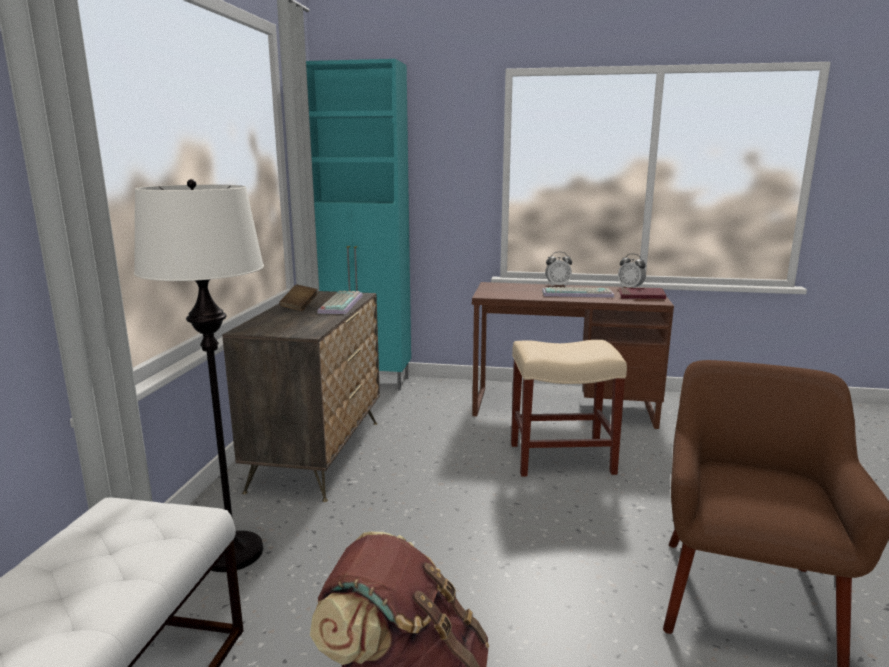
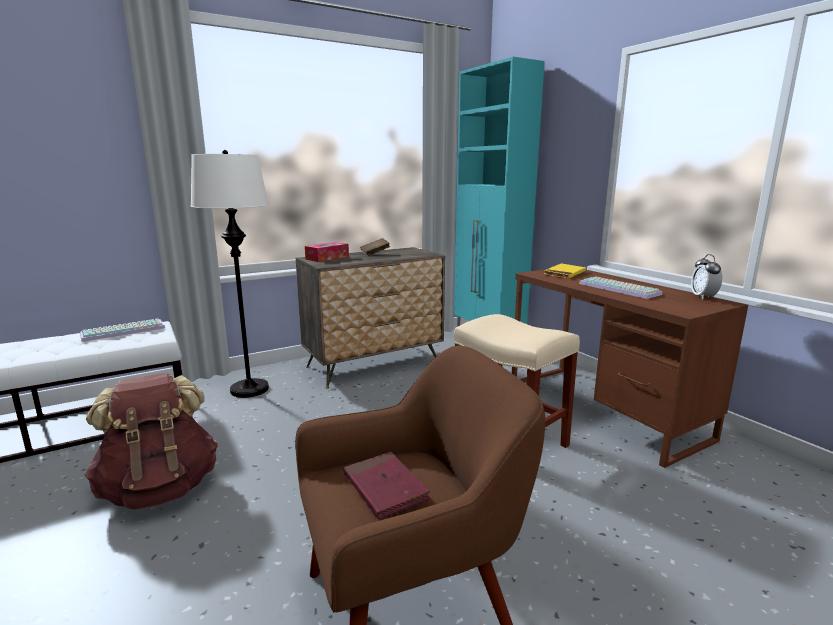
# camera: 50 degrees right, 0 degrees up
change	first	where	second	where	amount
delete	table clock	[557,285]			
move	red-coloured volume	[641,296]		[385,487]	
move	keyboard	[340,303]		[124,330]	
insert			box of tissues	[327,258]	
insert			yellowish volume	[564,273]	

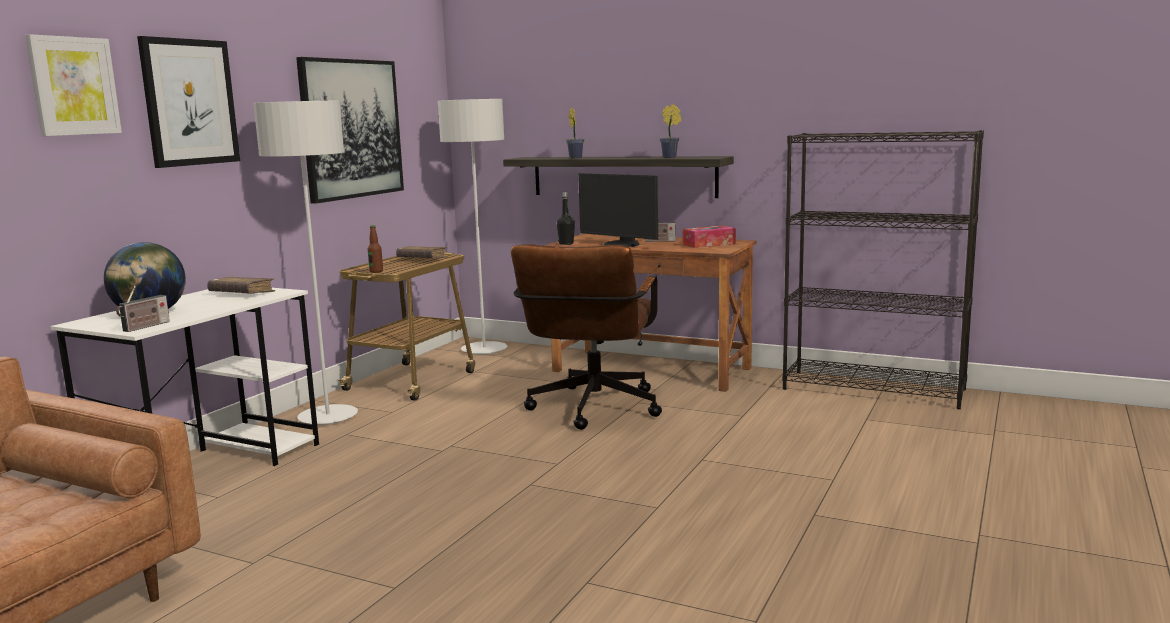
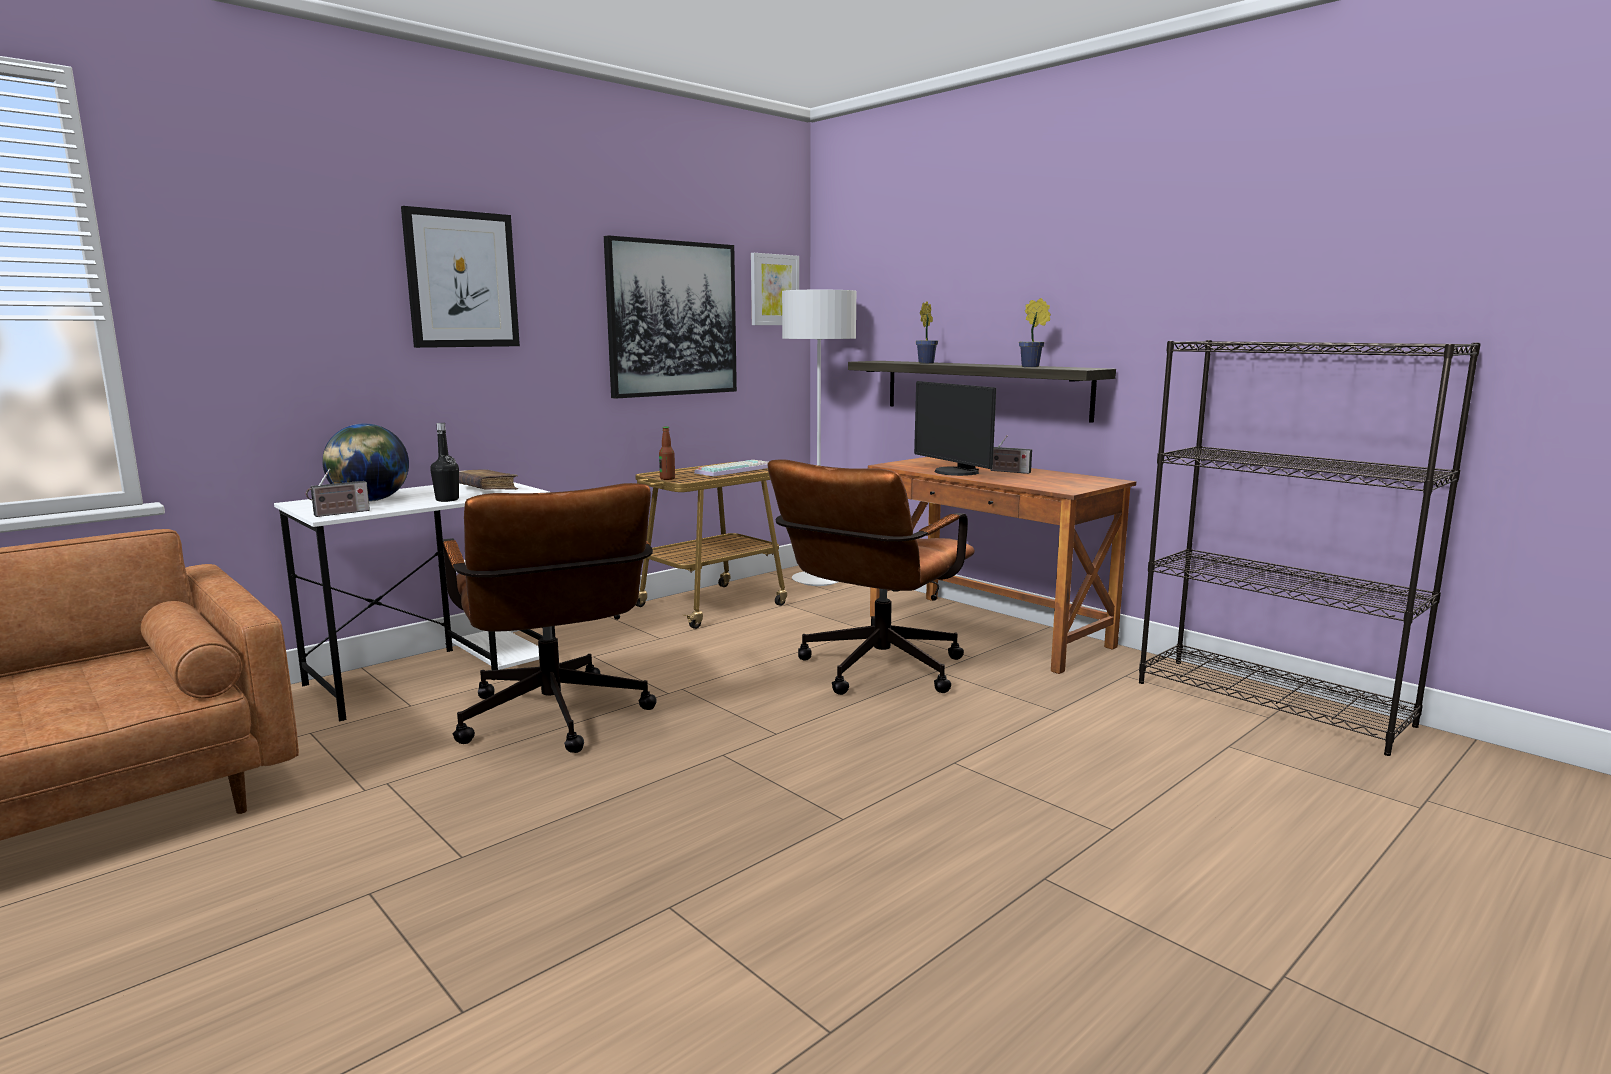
# camera: 20 degrees right, 0 degrees up
change	first	where	second	where	amount
move	wall art	[73,86]		[774,290]	
delete	greyish standing lamp	[328,417]			
move	black-coloured bottle	[566,243]		[447,500]	
delete	box of tissues	[709,244]			
replace	brown-coloured volume	[422,259]	keyboard	[734,470]	
insert			brown-coloured desk chair	[556,723]	

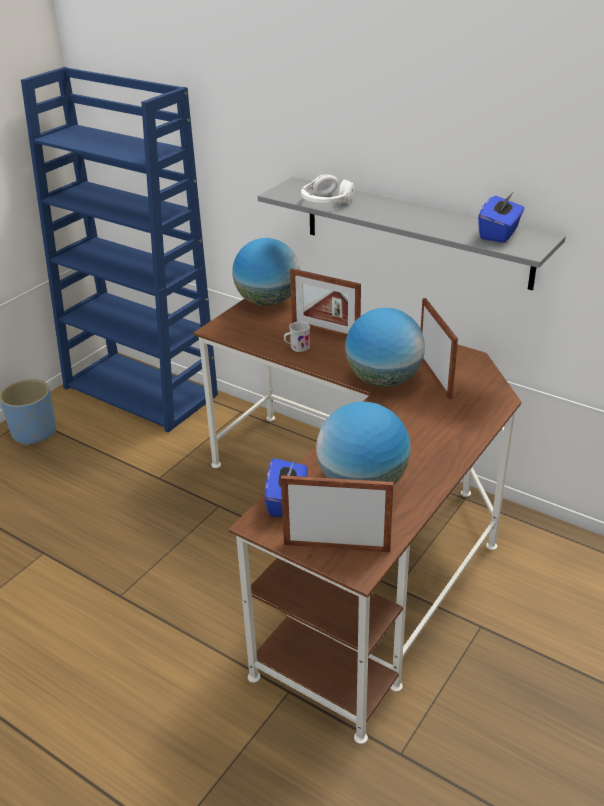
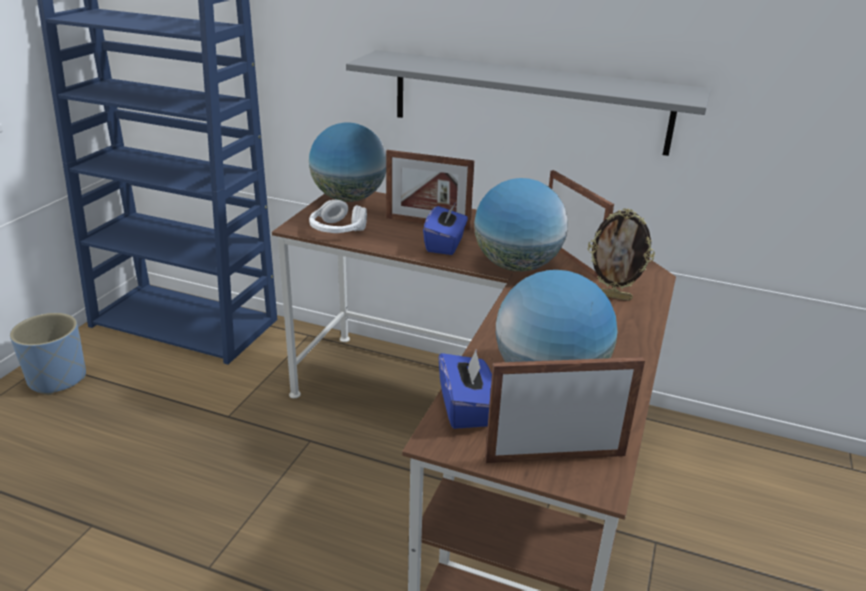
# camera: 15 degrees left, 5 degrees down
change	first	where	second	where	amount
move	white-coloured headphones	[326,202]		[337,230]	
move	blue box of tissues	[499,233]		[445,245]	
delete	white-coloured mug	[296,348]			
insert			photo frame	[612,296]	

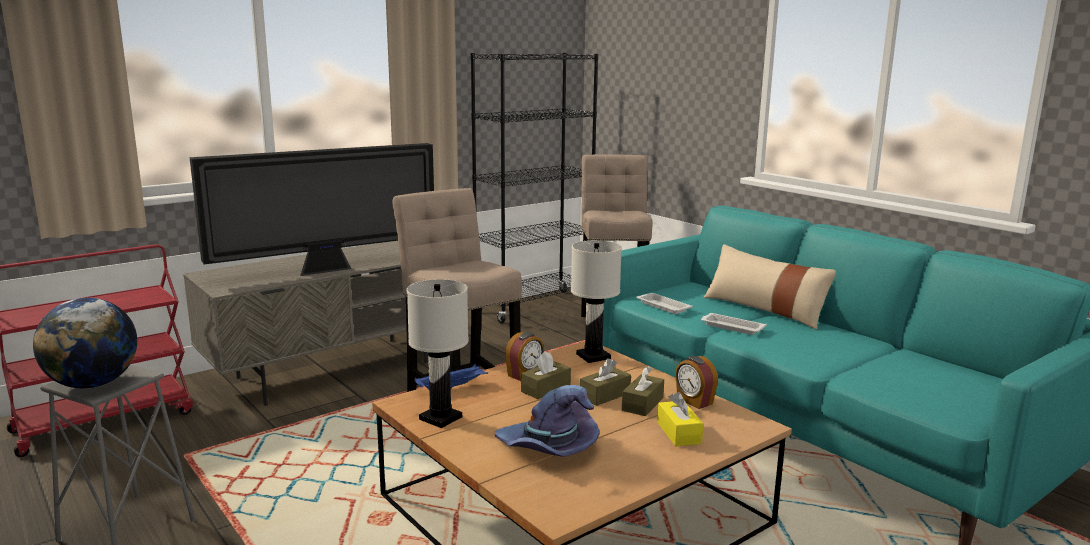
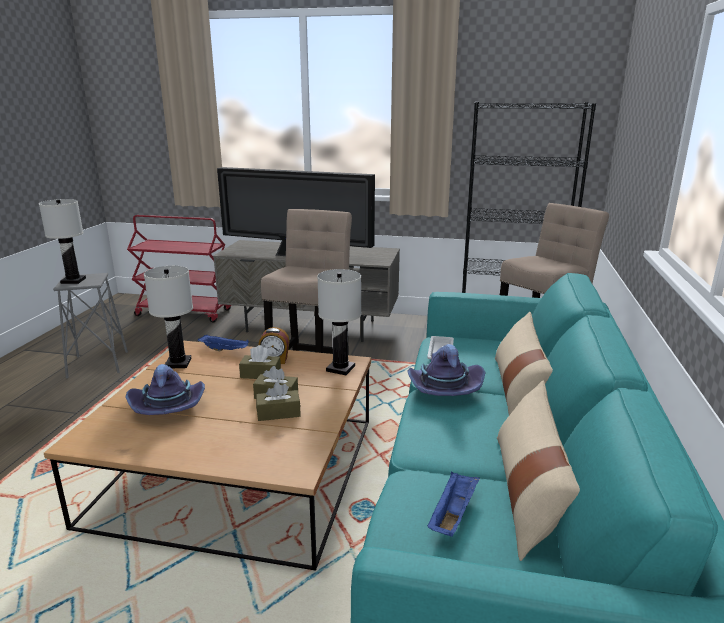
# camera: 50 degrees right, 5 degrees up
change	first	where	second	where	amount
replace	globe	[93,384]	white-coloured lamp for a table	[73,281]	
replace	white-coloured serving tray	[731,327]	purple wearable hat	[442,389]	
delete	table clock	[694,401]			
delete	yellowish box of tissues	[679,433]			
insert			sand-coloured cushion	[528,492]	
insert			blue serving tray	[453,514]	

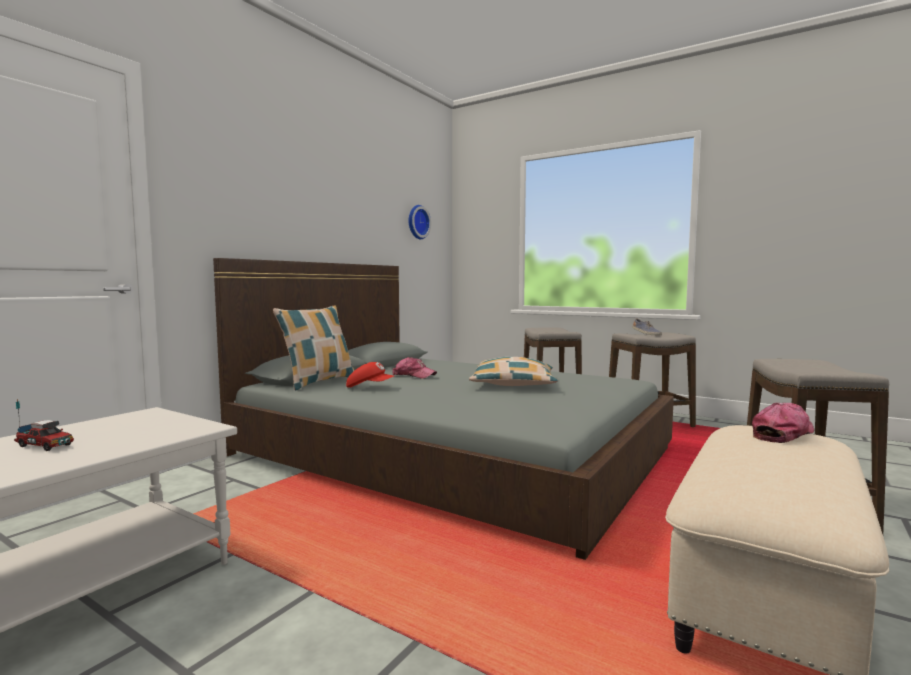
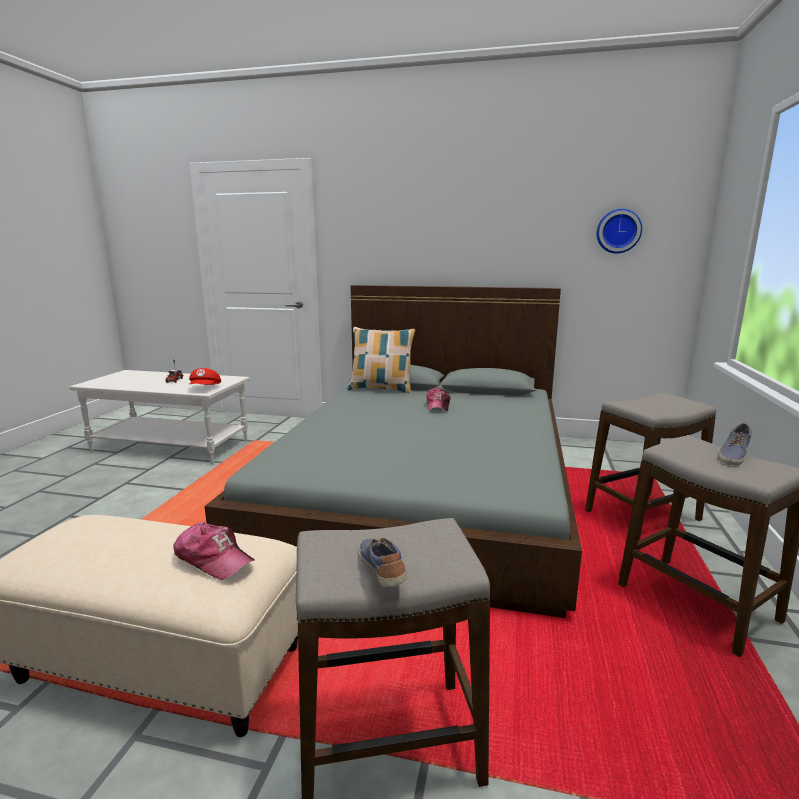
# camera: 70 degrees right, 10 degrees up
change	first	where	second	where	amount
delete	cushion	[513,384]			
move	red-coloured baseball cap	[370,387]		[205,388]	
insert			low shoe	[382,571]	

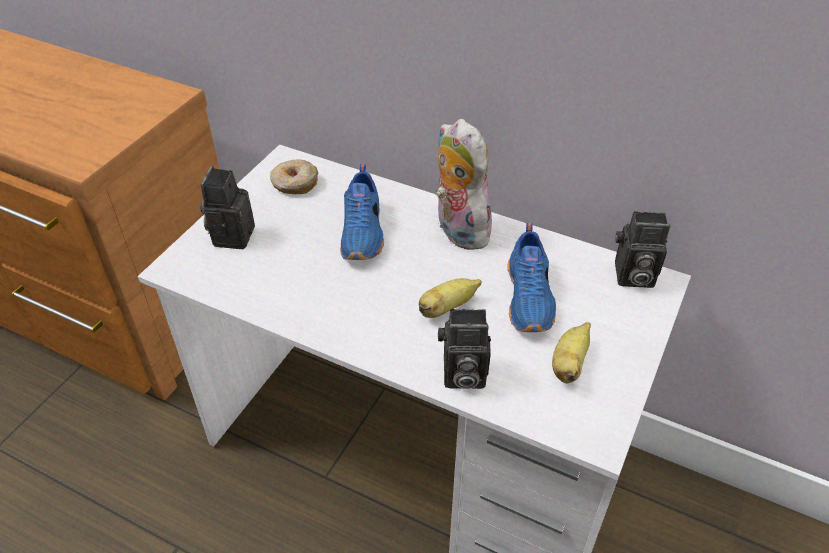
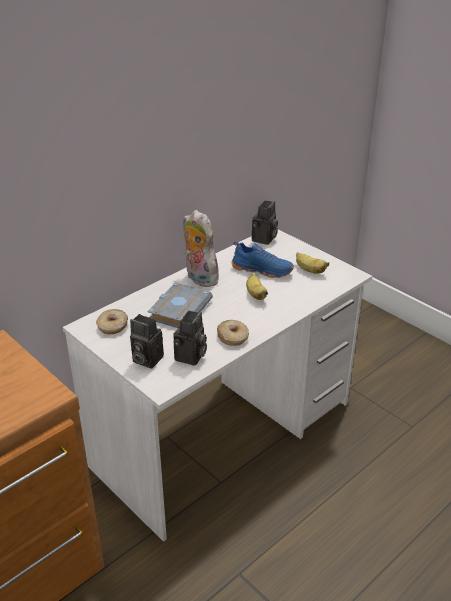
# camera: 70 degrees left, 10 degrees down
change	first	where	second	where	amount
rotate	cuddly toy	[458,230]		[199,278]	60 degrees clockwise
replace	blue low shoe	[364,232]	greyish volume	[179,309]	
move	photo camera	[461,375]		[190,357]	
insert			doughnut	[233,337]	

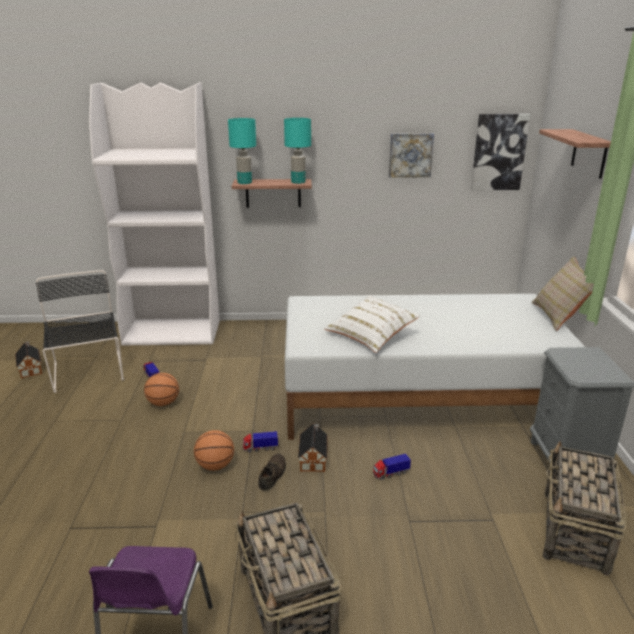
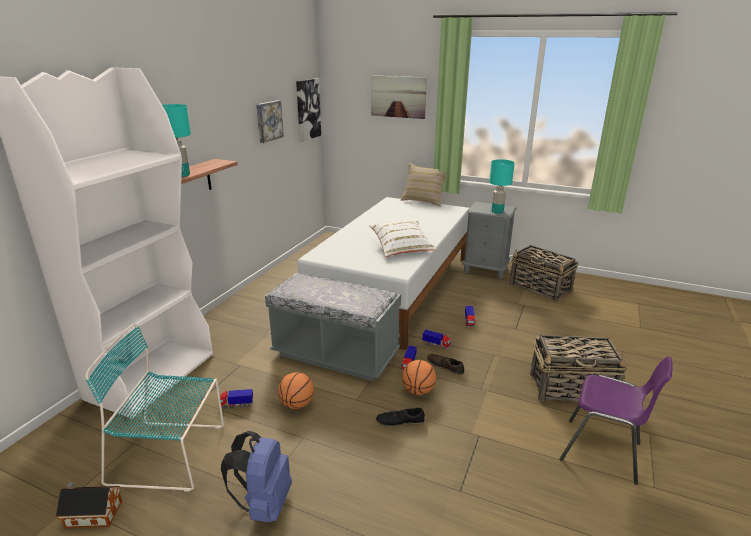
# camera: 65 degrees left, 0 degrees up
change	first	where	second	where	amount
move	turquoise lamp for a table	[297,182]		[497,212]	
replace	shelf	[589,153]	wall art	[398,97]	
recolor	black-coloured chair	[88,373]	turquoise chair	[171,454]	
replace	miniature house	[313,458]	toy lorry	[436,345]	
insert			greyish bench	[335,355]	
insert			black-coloured low shoe	[400,421]	
insert			blue rucksack	[264,504]	

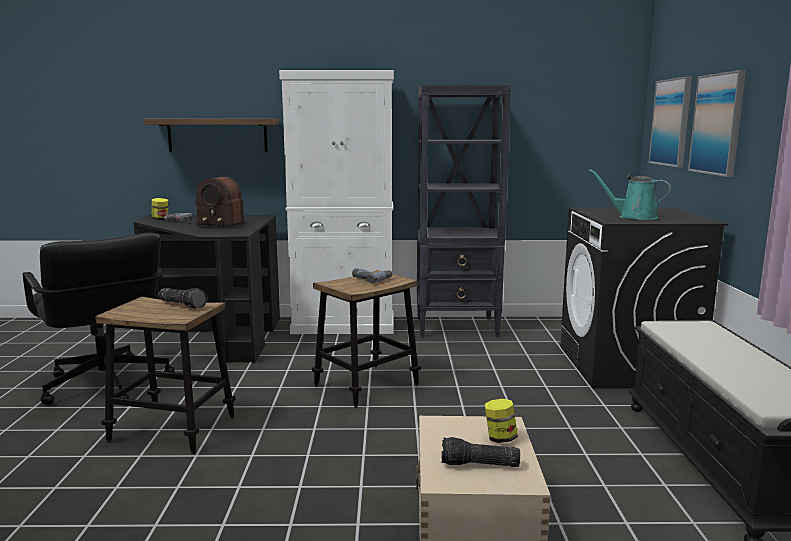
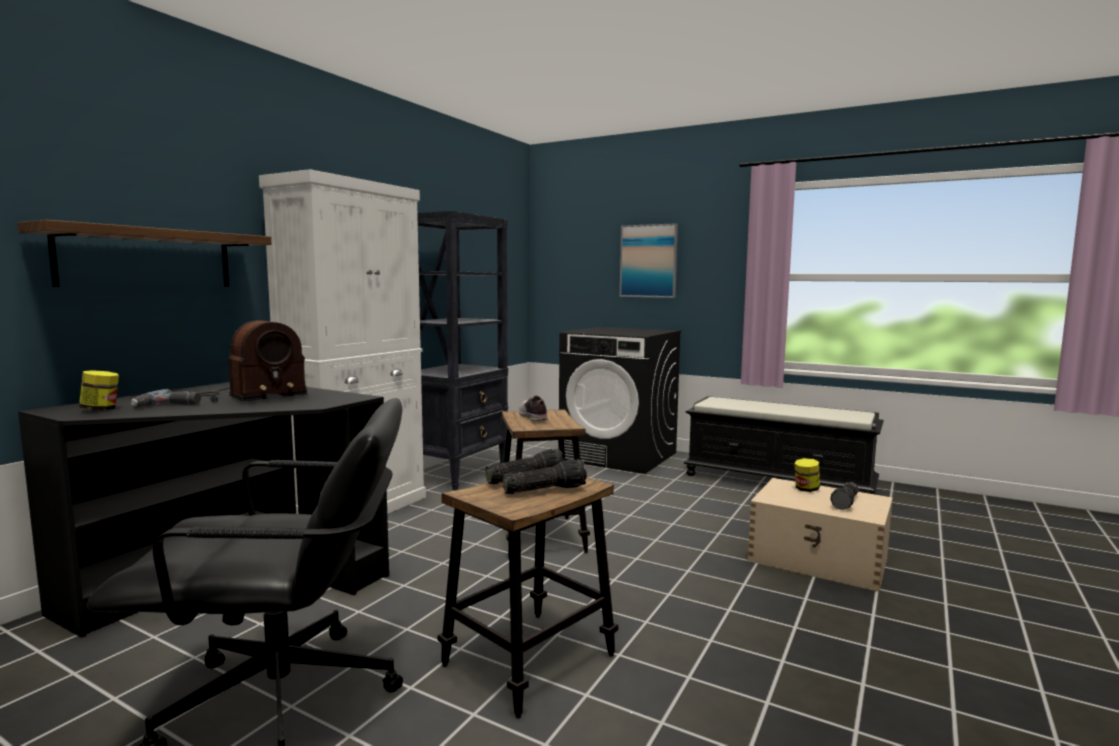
# camera: 60 degrees left, 5 degrees down
change	first	where	second	where	amount
delete	wall art	[671,122]			
delete	turquoise sprinkling can	[633,217]			
replace	power drill	[371,278]	low shoe	[532,416]	
insert			torch	[544,489]	

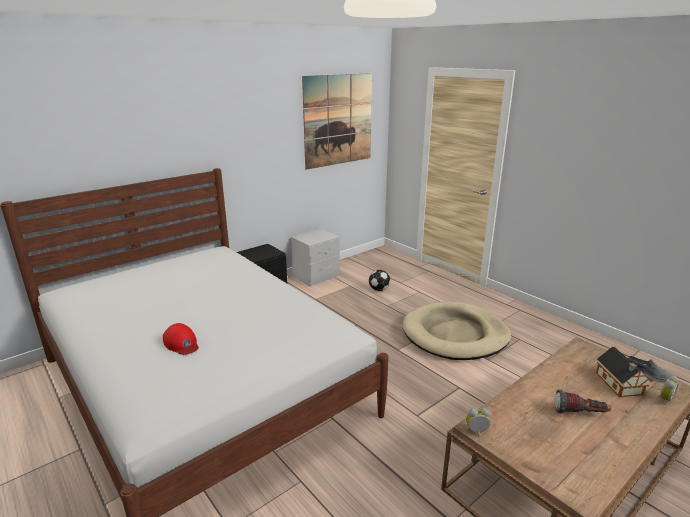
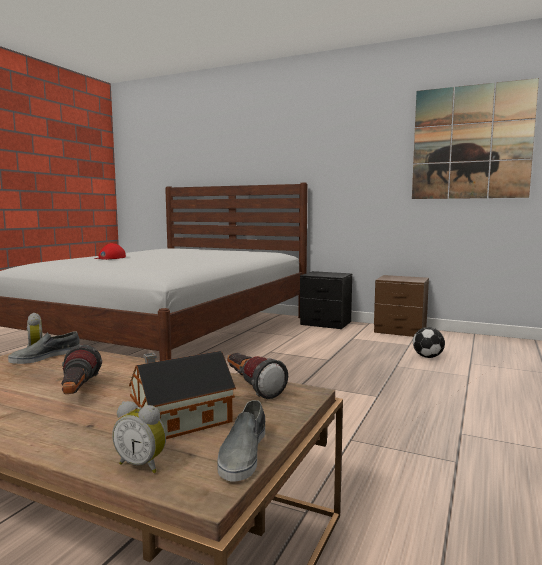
# camera: 65 degrees right, 15 degrees down
change	first	where	second	where	amount
recolor	greyish bedside table	[316,276]	brown-coloured bedside table	[400,331]	
delete	sand-coloured dog cushion	[455,335]			
insert			greyish low shoe	[45,356]	
insert			torch	[251,387]	

